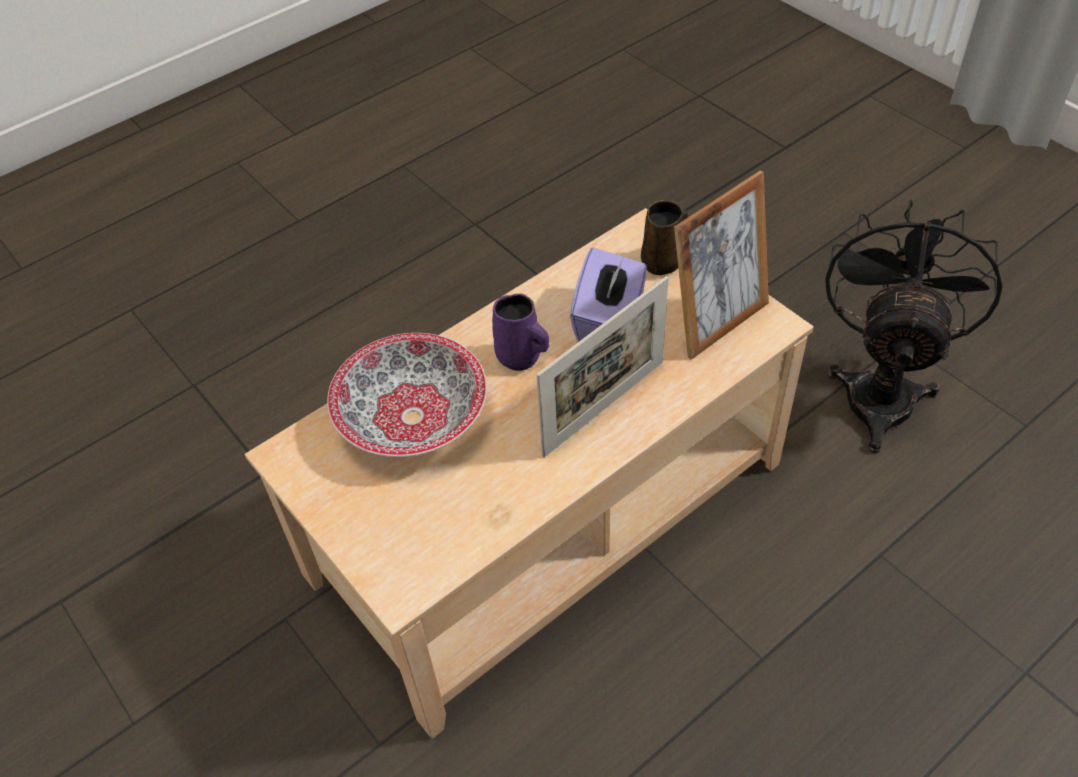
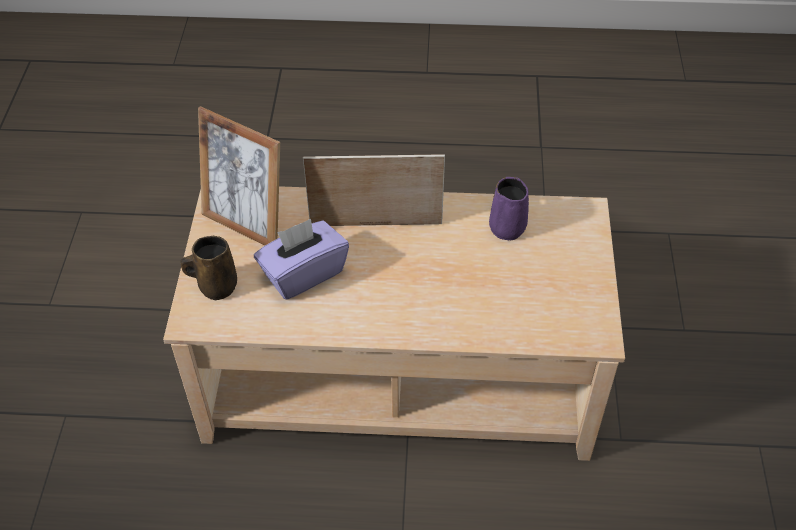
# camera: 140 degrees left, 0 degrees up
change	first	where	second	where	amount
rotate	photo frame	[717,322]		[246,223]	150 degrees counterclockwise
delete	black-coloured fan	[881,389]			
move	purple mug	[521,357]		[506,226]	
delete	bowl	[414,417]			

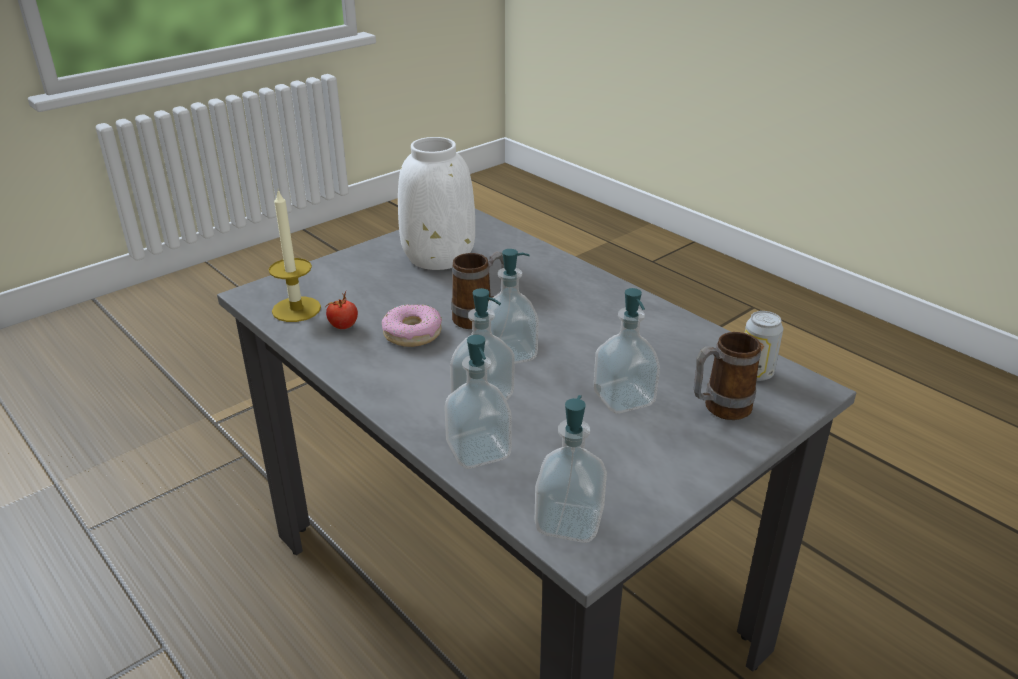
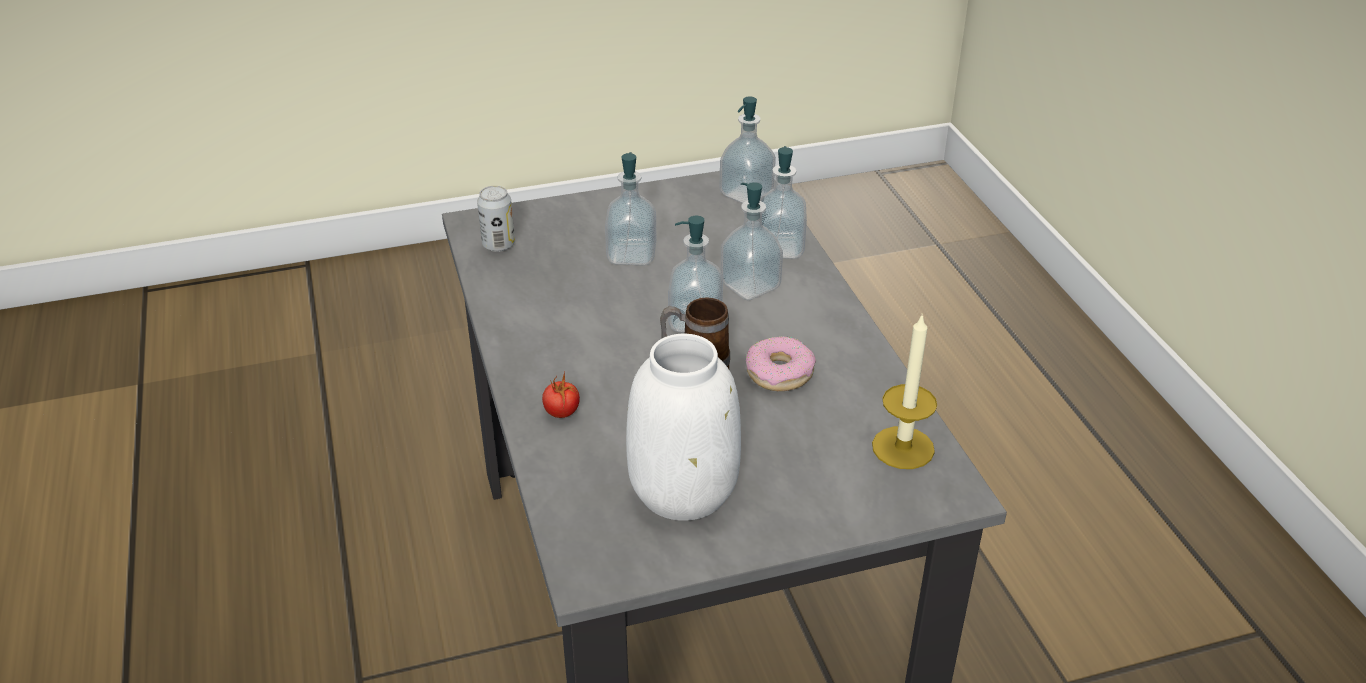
# camera: 155 degrees left, 5 degrees up
change	first	where	second	where	amount
move	tomato	[343,326]		[562,413]	
delete	mug	[719,409]			

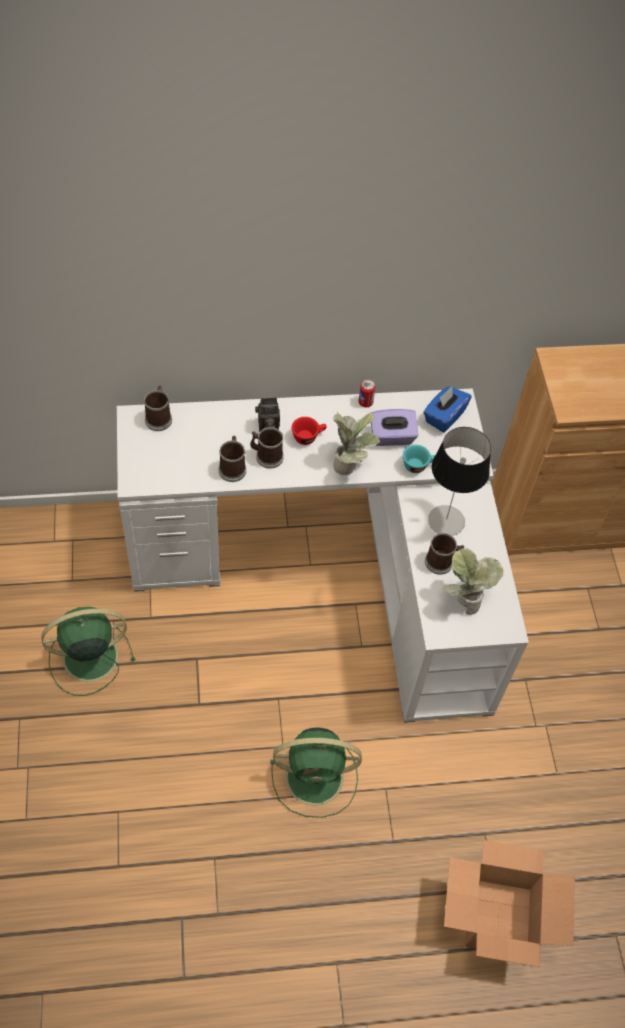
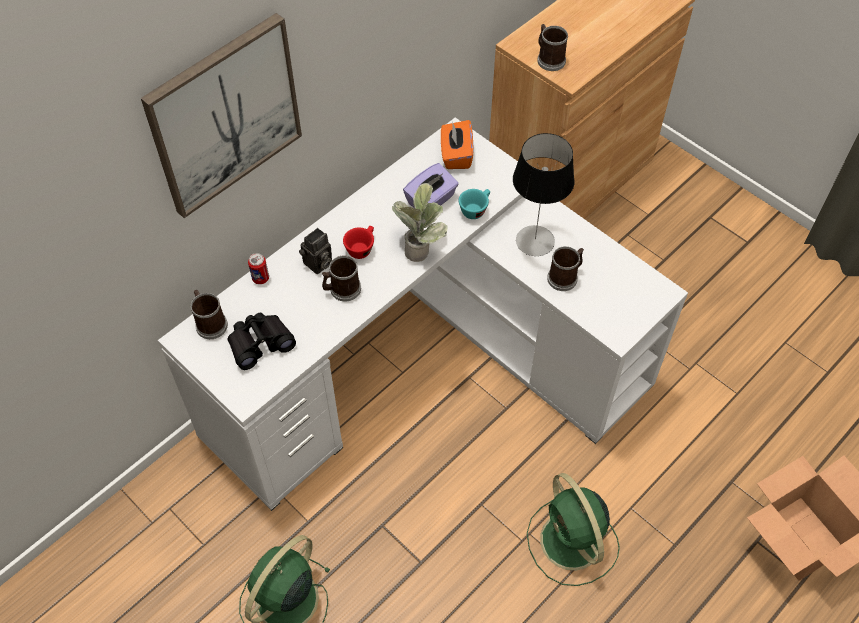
# camera: 35 degrees left, 0 degrees up
change	first	where	second	where	amount
move	sealed can	[365,402]		[260,278]	
recolor	blue box of tissues	[444,417]	orange-coloured box of tissues	[456,155]	
move	mug	[232,468]		[549,59]	
delete	plant in a pot	[463,600]			
rotate	greenish fan	[317,777]		[572,543]	105 degrees clockwise
insert			wall art	[224,115]	
insert			black-coloured binoculars	[260,343]	

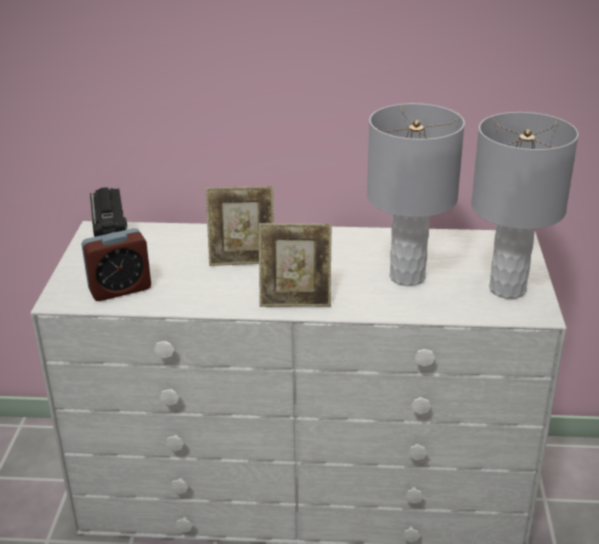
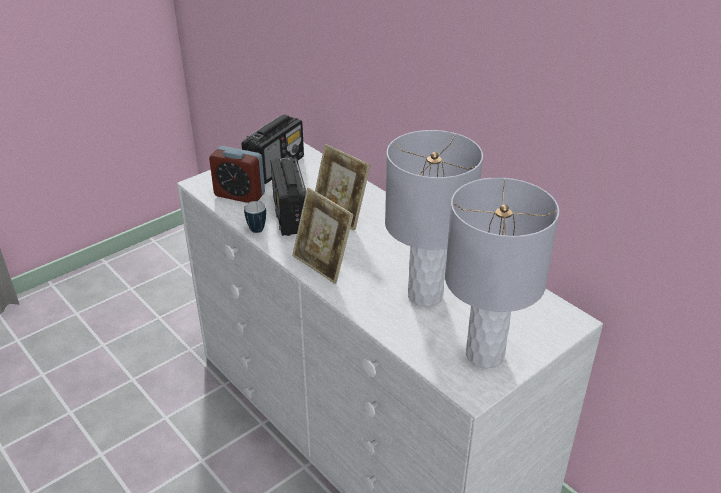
# camera: 45 degrees right, 5 degrees up
change	first	where	second	where	amount
insert			radio set	[290,216]	
insert			mug	[258,231]	

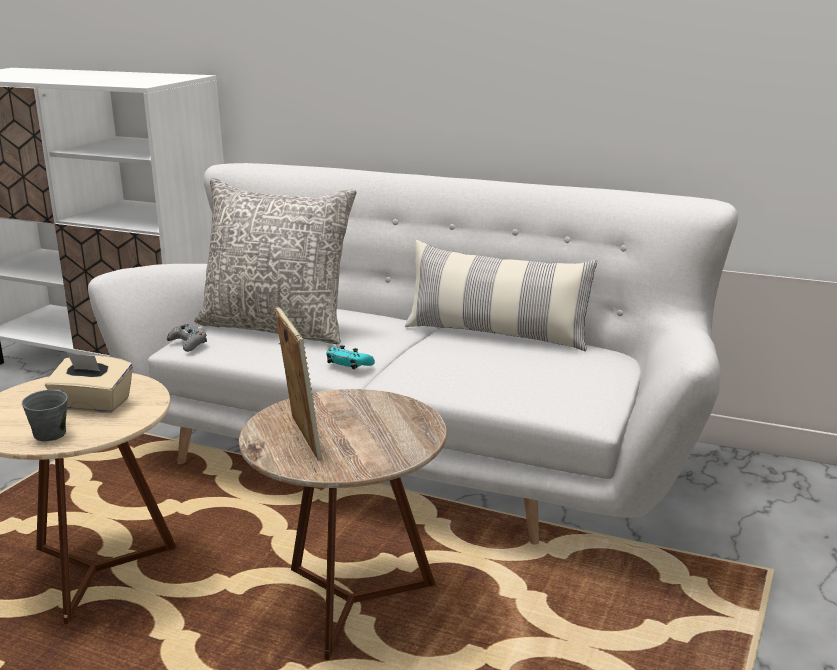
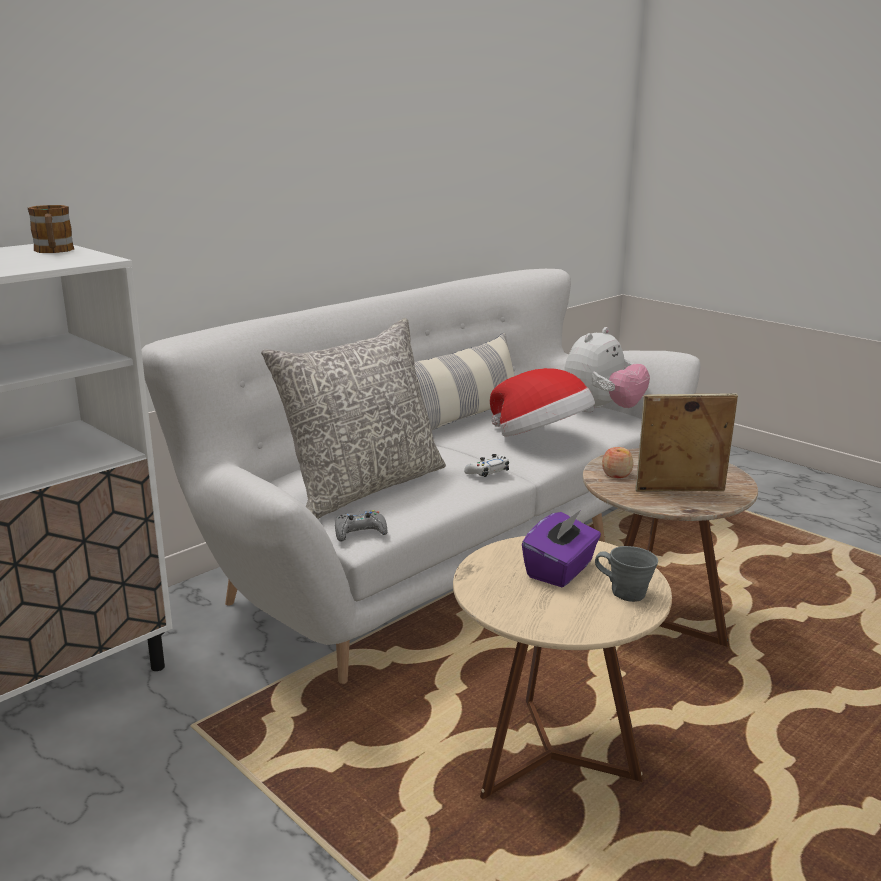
# camera: 70 degrees left, 0 degrees up
change	first	where	second	where	amount
recolor	turquoise joypad	[349,364]	white-coloured joypad	[488,472]	
recolor	sand-coloured box of tissues	[92,405]	purple box of tissues	[560,570]	
insert			mug	[54,251]	
insert			cuddly toy	[601,410]	
insert			wearable hat	[541,439]	
insert			apple fruit	[616,474]	

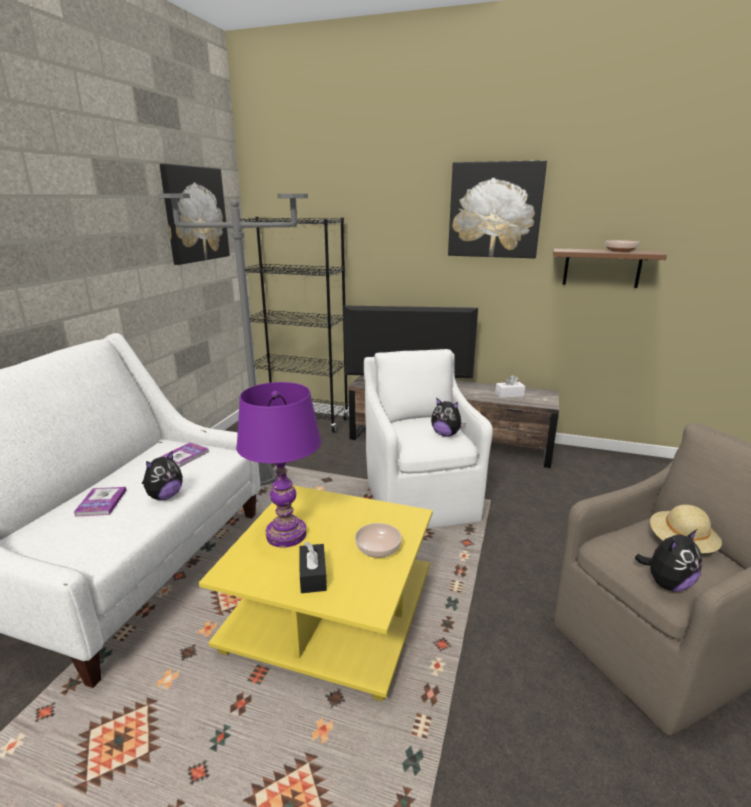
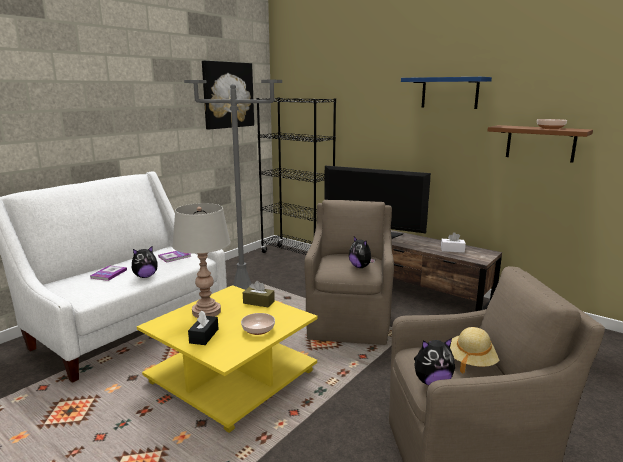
# camera: 20 degrees right, 5 degrees down
change	first	where	second	where	amount
replace	wall art	[495,210]	blue shelf	[449,93]	
recolor	white-coloured armchair	[420,498]	brown-coloured armchair	[349,321]	
recolor	purple lamp for a table	[286,535]	greyish lamp for a table	[206,312]	
insert			brown-coloured box of tissues	[258,302]	

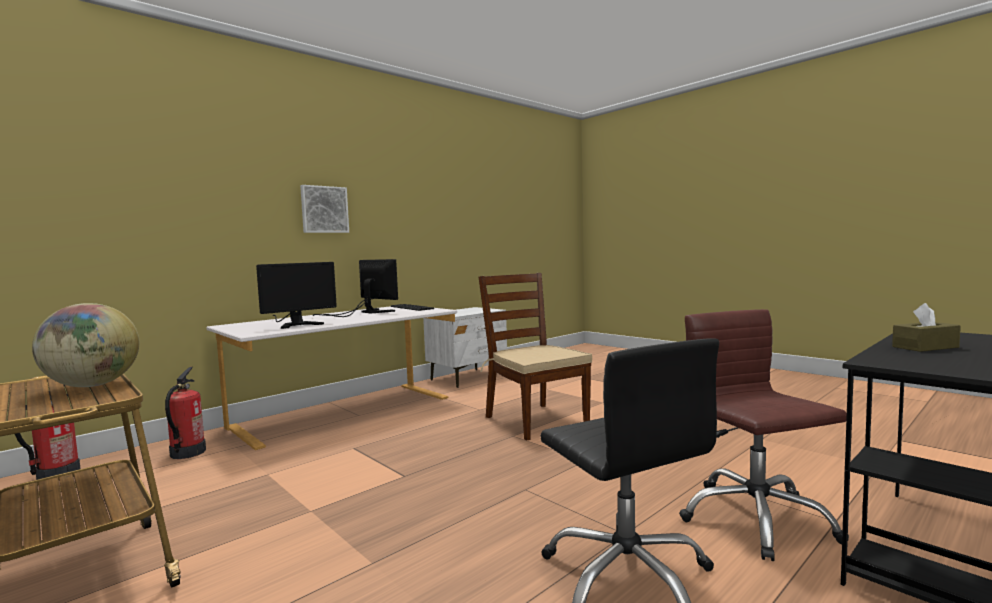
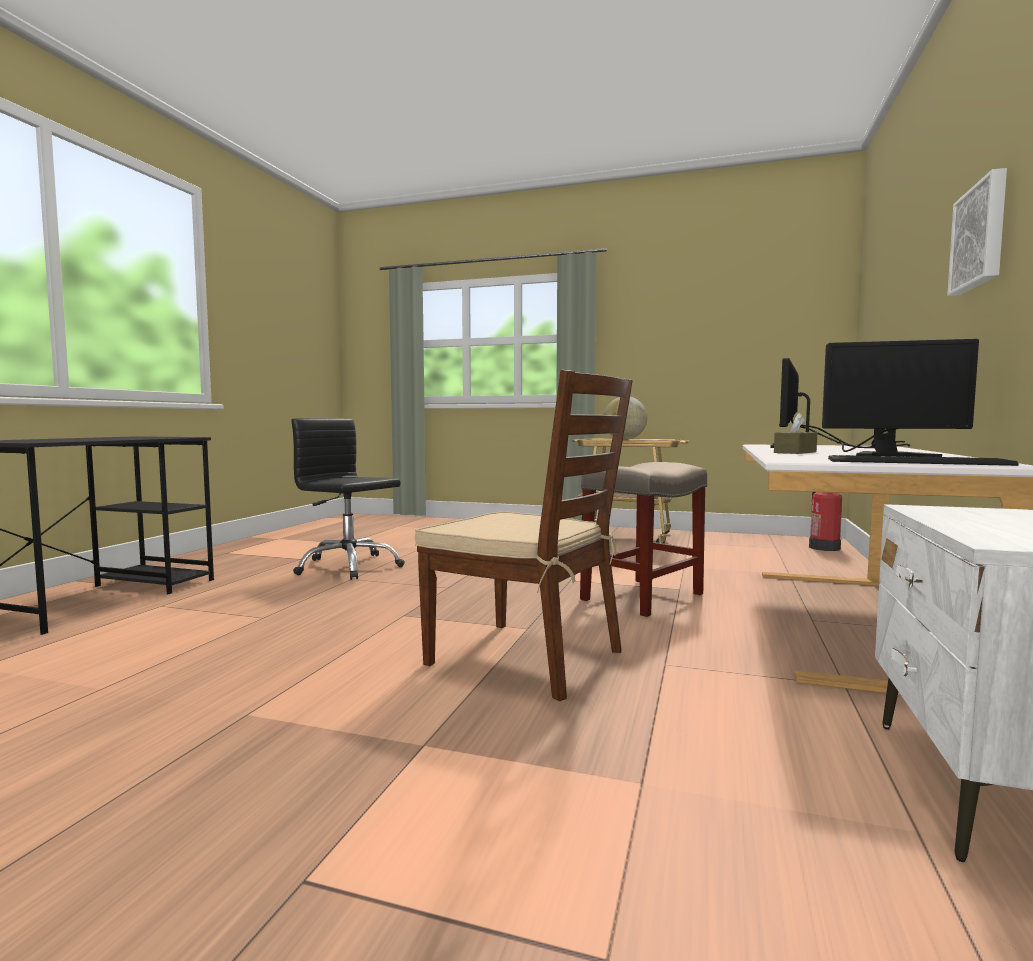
# camera: 150 degrees right, 0 degrees up
change	first	where	second	where	amount
move	brown-coloured box of tissues	[925,347]		[795,452]	
delete	brown-coloured desk chair	[755,519]			
delete	fire-fighting cylinder	[187,453]			
insert			sand-coloured stool	[643,596]	

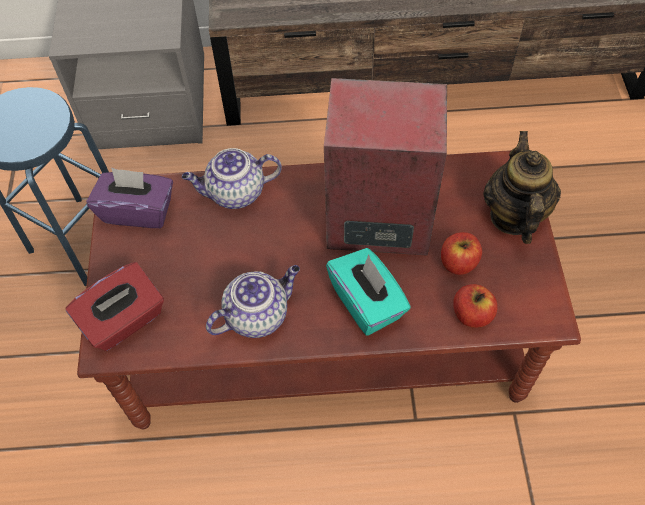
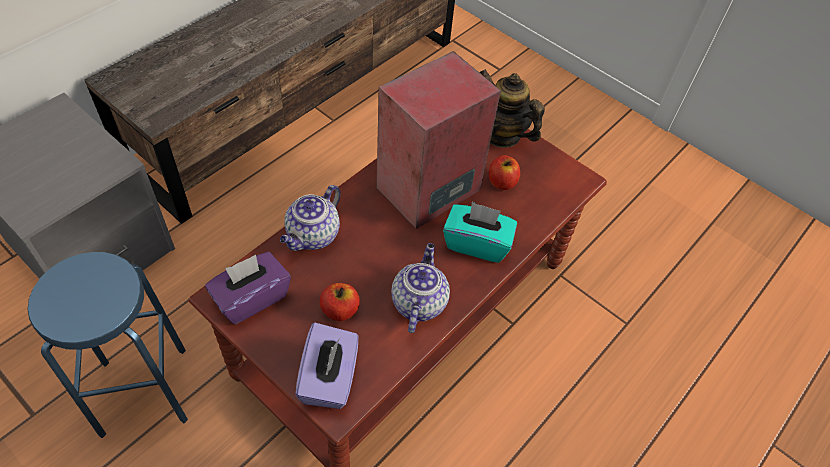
# camera: 50 degrees left, 5 degrees down
change	first	where	second	where	amount
recolor	red-coloured box of tissues	[124,320]	purple box of tissues	[329,378]	
move	apple fruit	[472,315]		[340,310]	

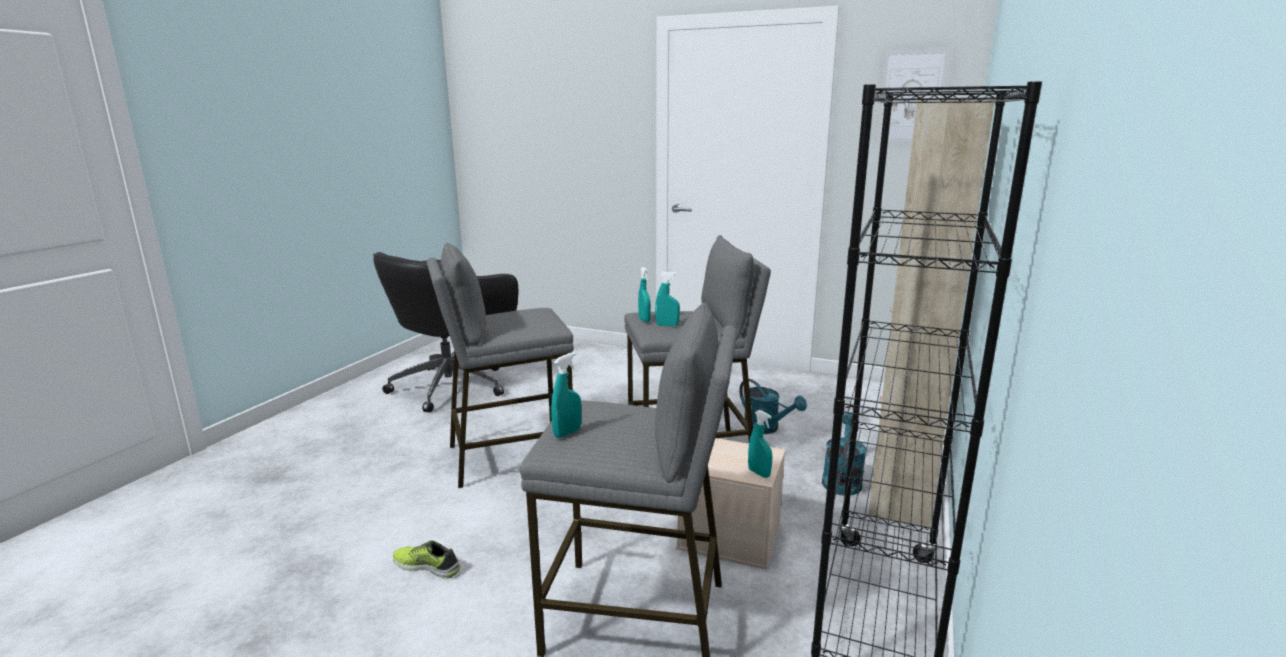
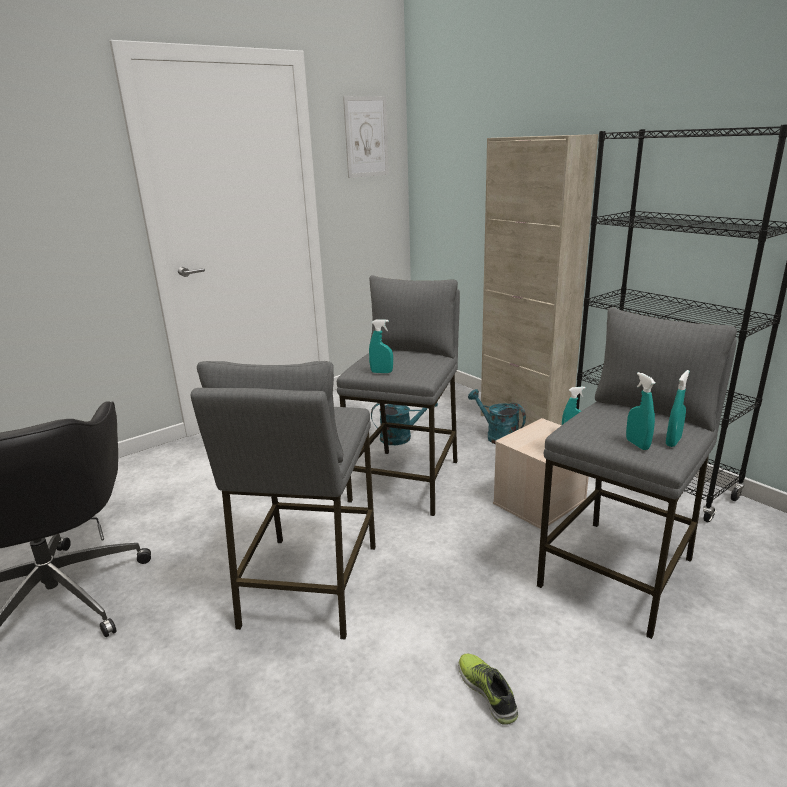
# camera: 60 degrees left, 5 degrees up
change	first	where	second	where	amount
move	turquoise sprayer	[667,325]		[673,442]	
rotate	low shoe	[428,566]		[488,691]	105 degrees clockwise

